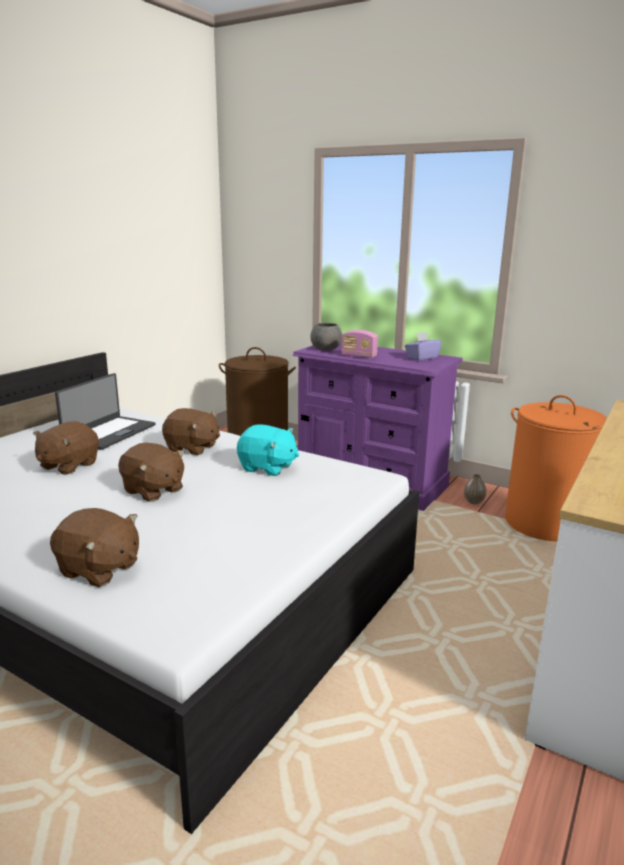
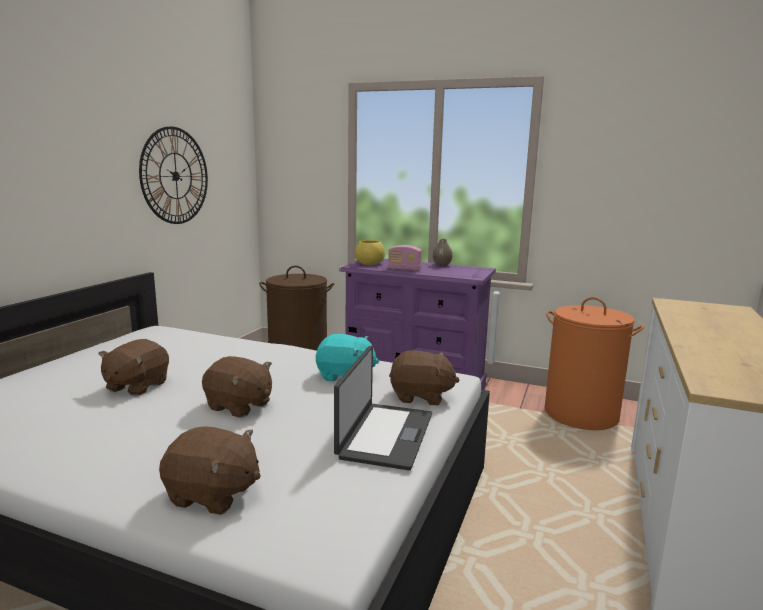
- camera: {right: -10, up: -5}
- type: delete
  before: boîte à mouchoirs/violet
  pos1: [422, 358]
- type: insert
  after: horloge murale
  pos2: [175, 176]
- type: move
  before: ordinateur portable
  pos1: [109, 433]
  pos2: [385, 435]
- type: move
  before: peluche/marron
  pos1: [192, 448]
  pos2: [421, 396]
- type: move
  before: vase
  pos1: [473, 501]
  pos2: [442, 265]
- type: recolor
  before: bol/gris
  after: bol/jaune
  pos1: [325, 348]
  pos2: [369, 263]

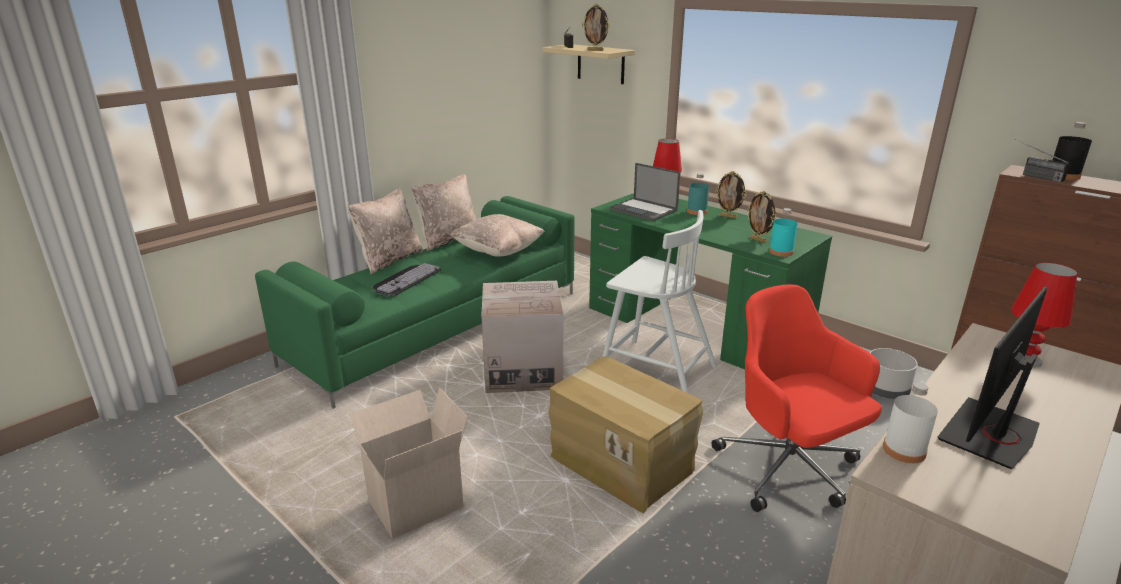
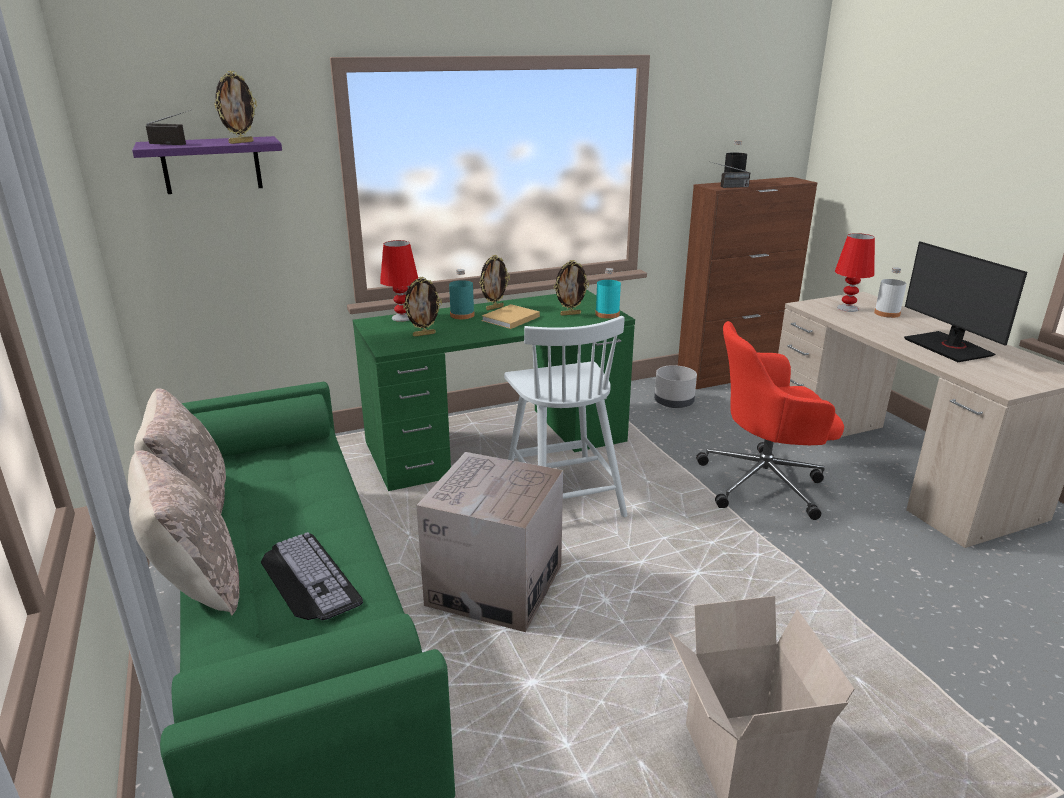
- camera: {right: -65, up: 0}
- type: delete
  before: coussin/beige
  pos1: [498, 252]
- type: delete
  before: carton
  pos1: [622, 463]
- type: insert
  after: livre/beige
  pos2: [509, 319]
- type: move
  before: bouteille/blanc
  pos1: [904, 450]
  pos2: [887, 313]
- type: replace
  before: ordinateur portable
  after: cadre photo
  pos1: [644, 210]
  pos2: [424, 334]
- type: recolor
  before: étagère/beige
  after: étagère/violet
  pos1: [600, 64]
  pos2: [211, 165]
- type: rotate
  before: chaise/blanc
  pos1: [656, 369]
  pos2: [563, 492]
  turn: 105

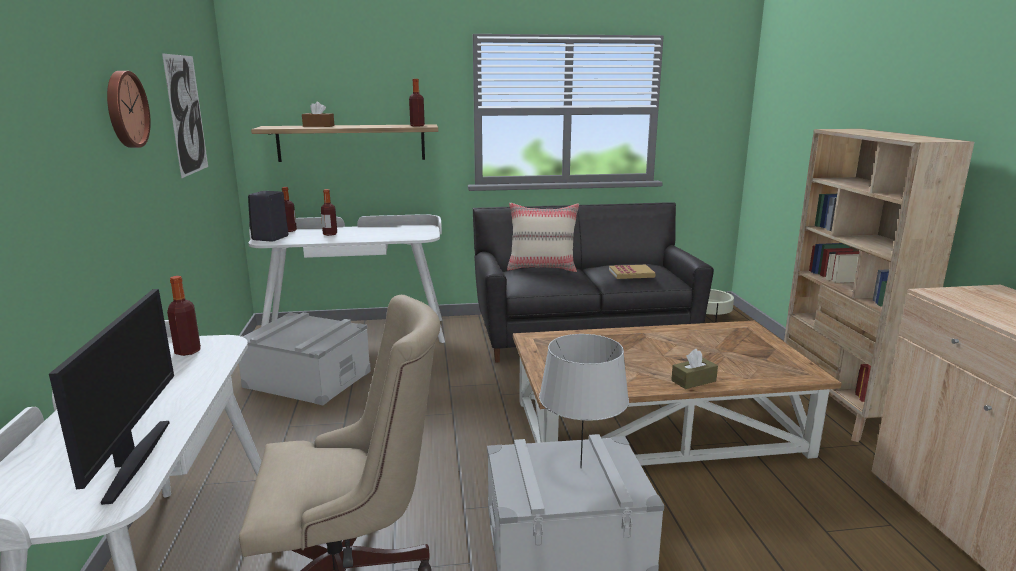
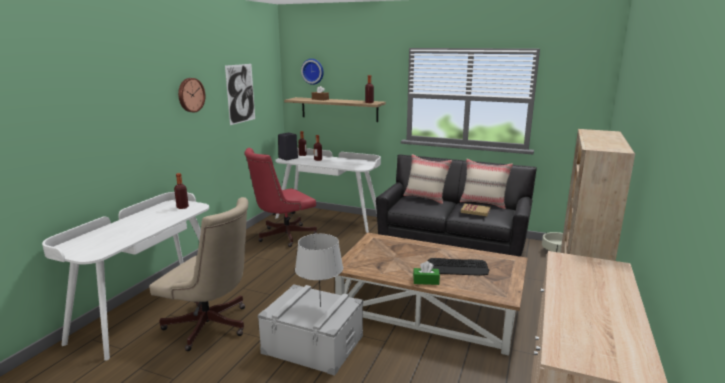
- camera: {right: 30, up: 0}
- type: delete
  before: écran d'ordinateur
  pos1: [133, 459]
- type: insert
  after: horloge murale
  pos2: [313, 71]
- type: insert
  after: clavier
  pos2: [457, 268]
- type: insert
  after: coussin/beige
  pos2: [484, 203]
- type: replace
  before: boîte de rangement/gris
  after: chaise de bureau/rouge
  pos1: [307, 379]
  pos2: [282, 236]
- type: recolor
  before: boîte à mouchoirs/marron
  after: boîte à mouchoirs/vert
  pos1: [693, 381]
  pos2: [426, 281]

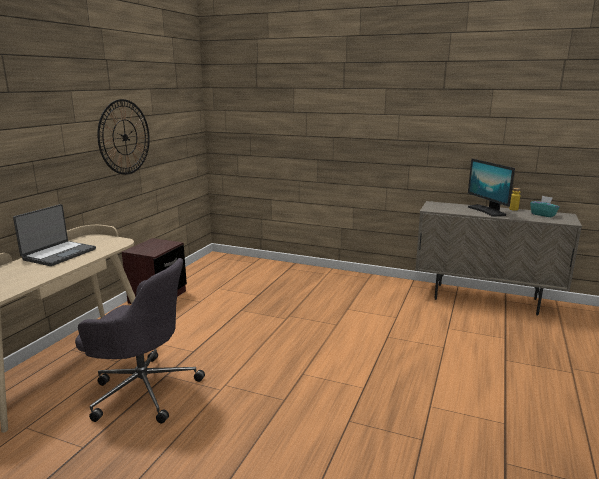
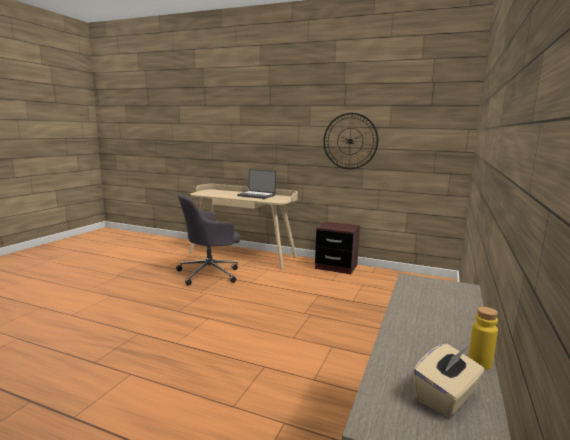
- camera: {right: 90, up: -5}
- type: delete
  before: écran d'ordinateur
  pos1: [487, 211]
- type: recolor
  before: boîte à mouchoirs/turquoise
  after: boîte à mouchoirs/beige
  pos1: [543, 214]
  pos2: [446, 397]
- type: rotate
  before: chaise de bureau/gris
  pos1: [143, 389]
  pos2: [210, 273]
  turn: 45

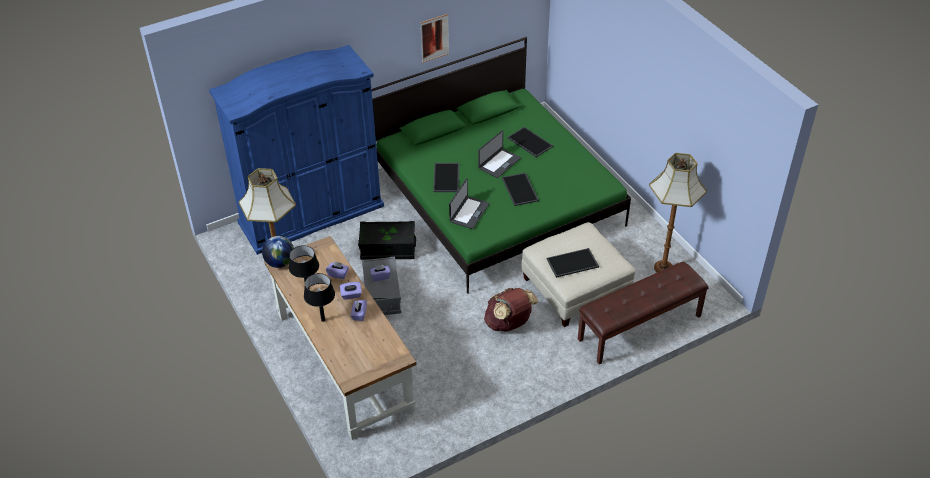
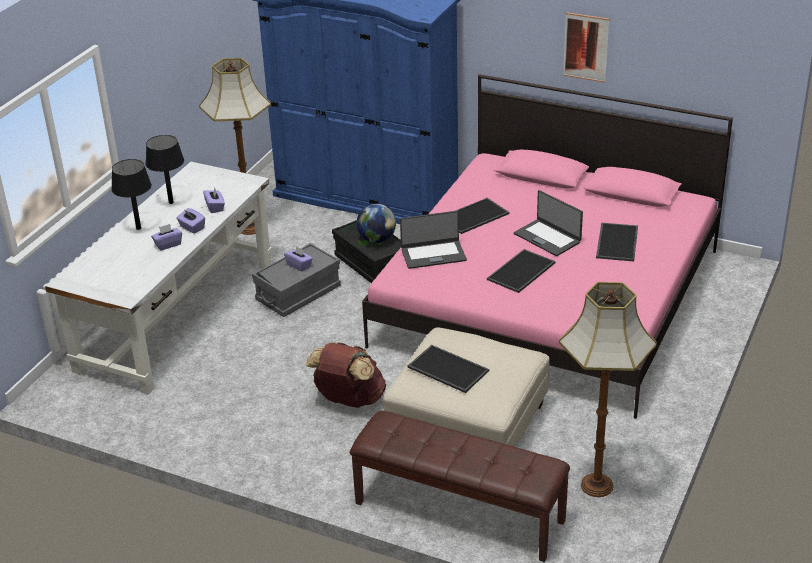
- camera: {right: 55, up: -10}
- type: move
  before: globe
  pos1: [280, 263]
  pos2: [377, 240]
- type: recolor
  before: bureau/marron
  after: bureau/blanc
  pos1: [343, 361]
  pos2: [177, 314]
- type: recolor
  before: lit/vert
  after: lit/rose
  pos1: [497, 198]
  pos2: [548, 297]
- type: rotate
  before: ordinateur portable
  pos1: [499, 163]
  pos2: [548, 238]
  turn: 45

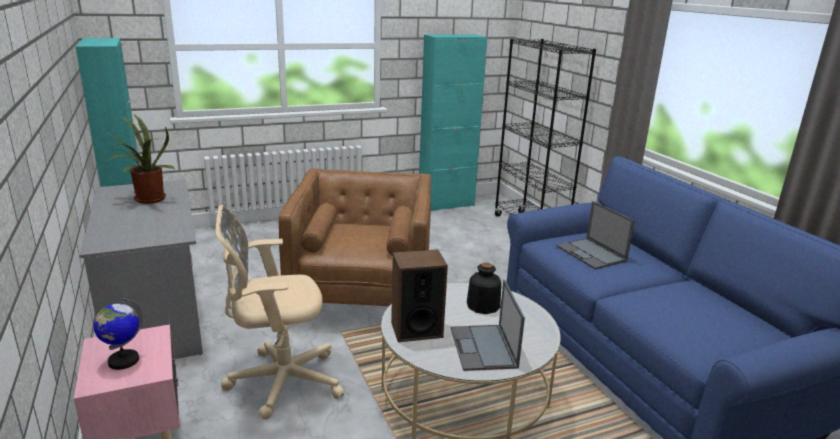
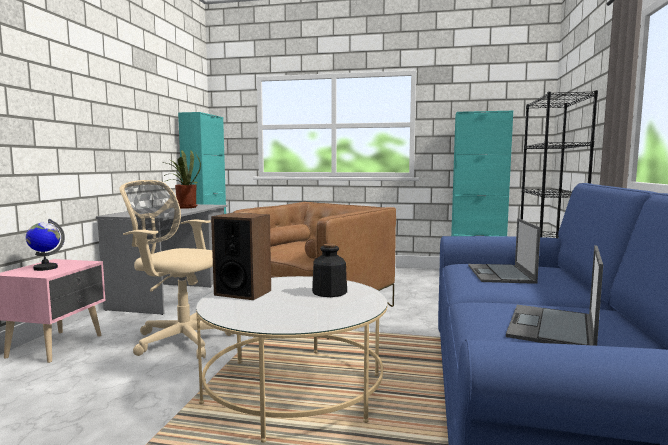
- camera: {right: 35, up: -15}
- type: move
  before: ordinateur portable
  pos1: [483, 348]
  pos2: [552, 327]

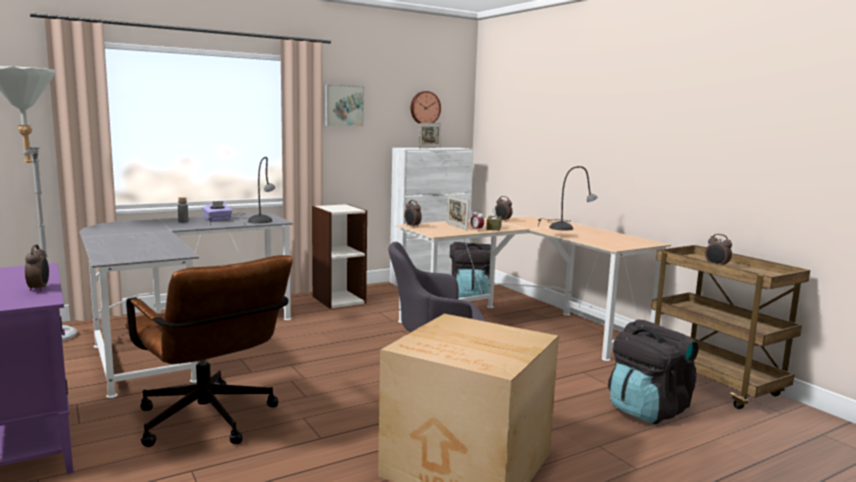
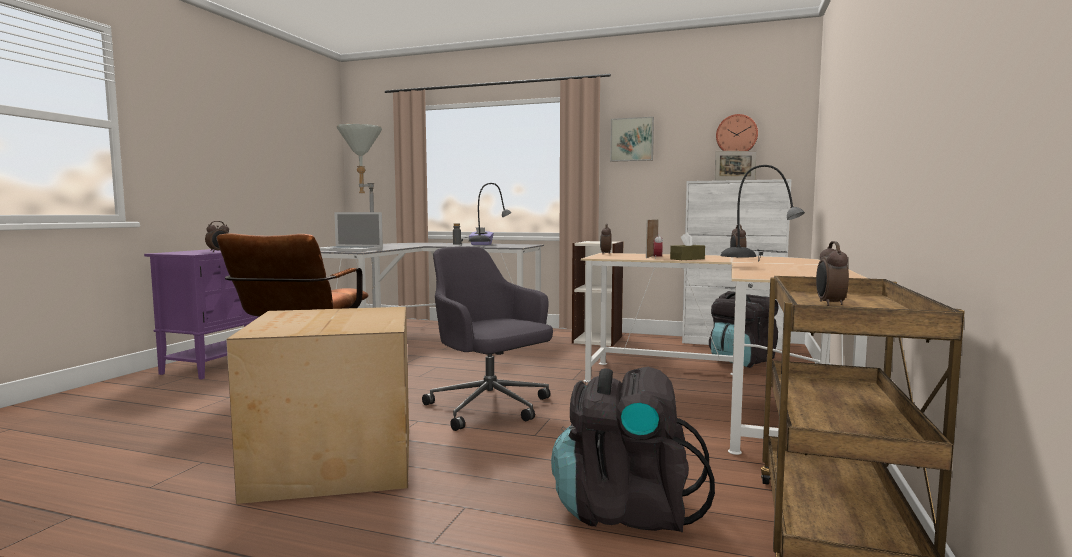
- camera: {right: 50, up: -5}
- type: insert
  after: ordinateur portable
  pos2: [349, 249]

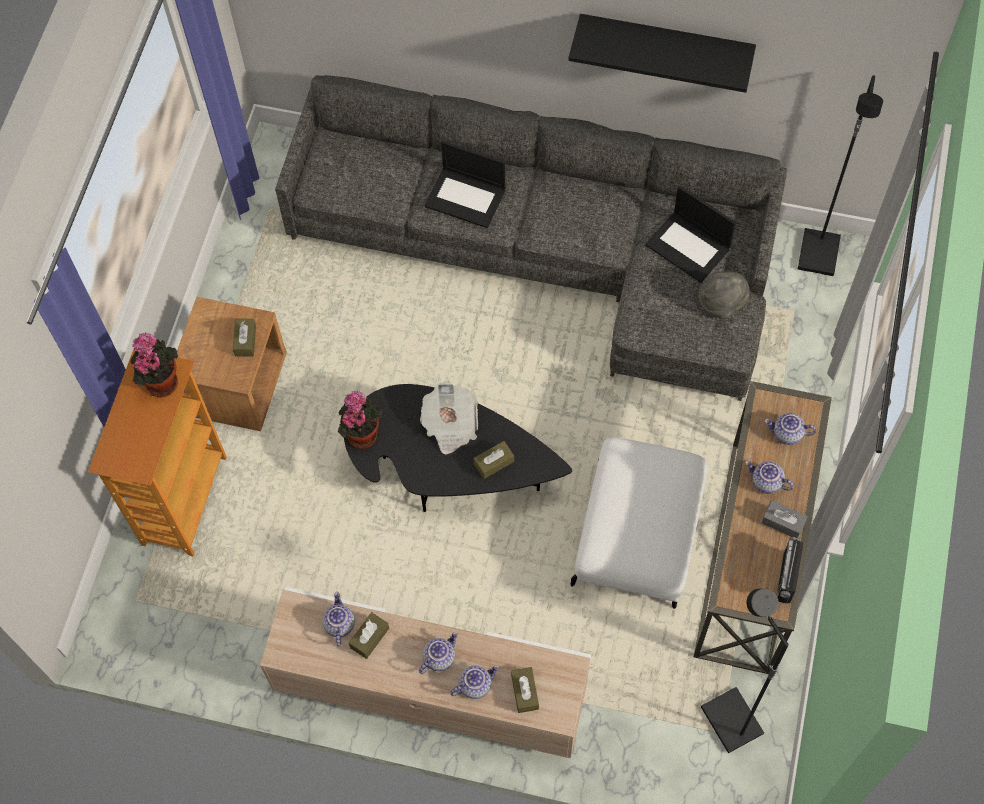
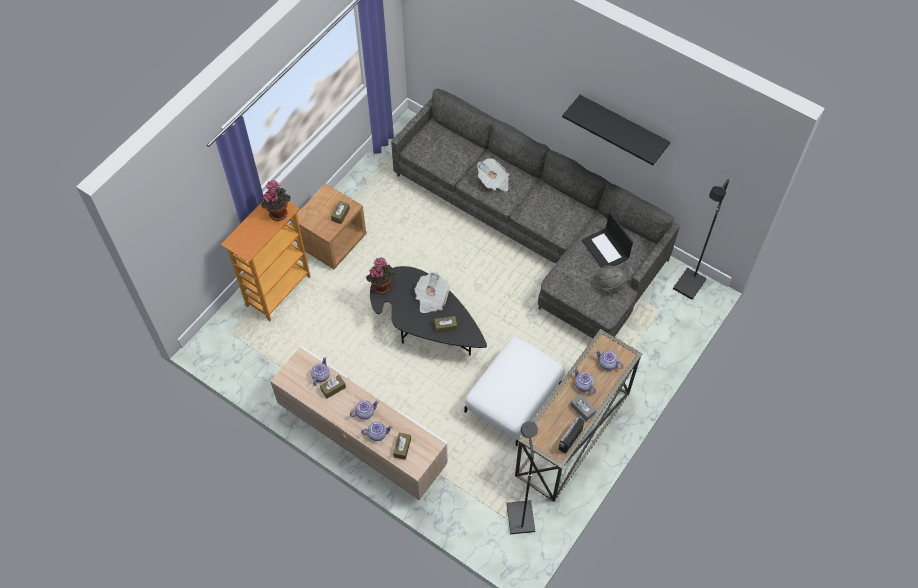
- camera: {right: 20, up: -5}
- type: replace
  before: ordinateur portable
  after: journal
  pos1: [466, 197]
  pos2: [493, 181]

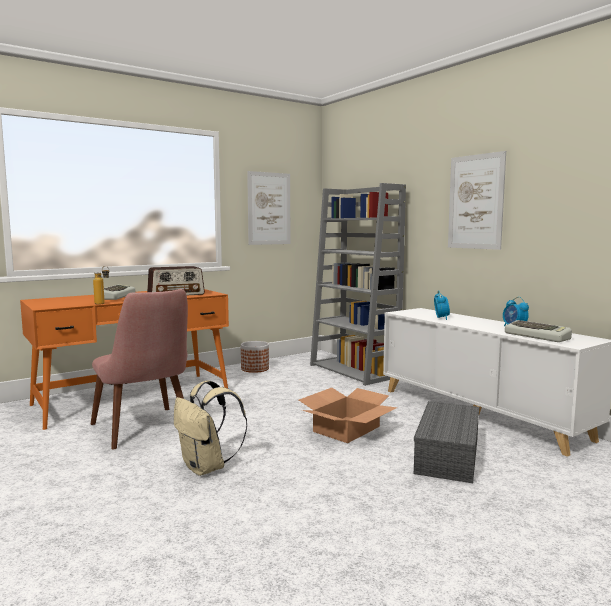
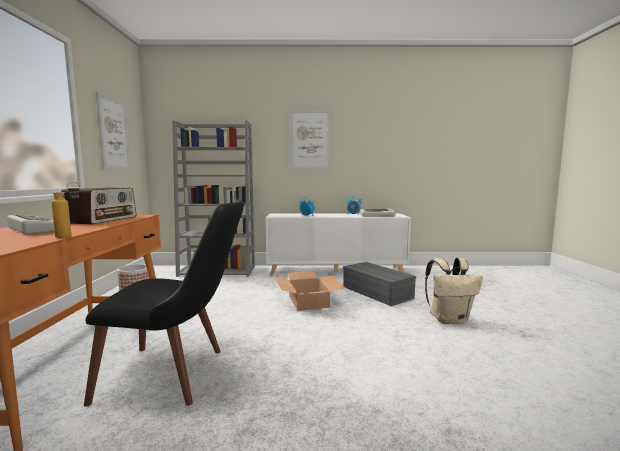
- camera: {right: -55, up: 0}
- type: move
  before: sac à dos/beige
  pos1: [206, 468]
  pos2: [449, 319]
- type: recolor
  before: chaise/rose
  after: chaise/noir
  pos1: [146, 431]
  pos2: [178, 373]

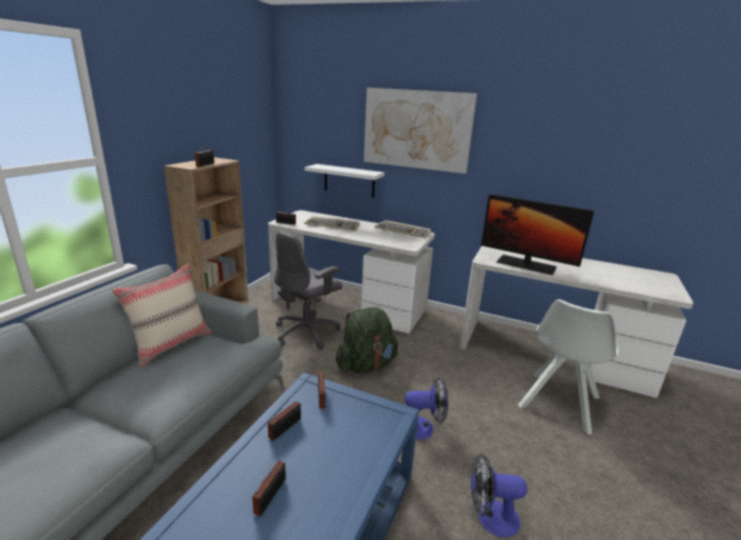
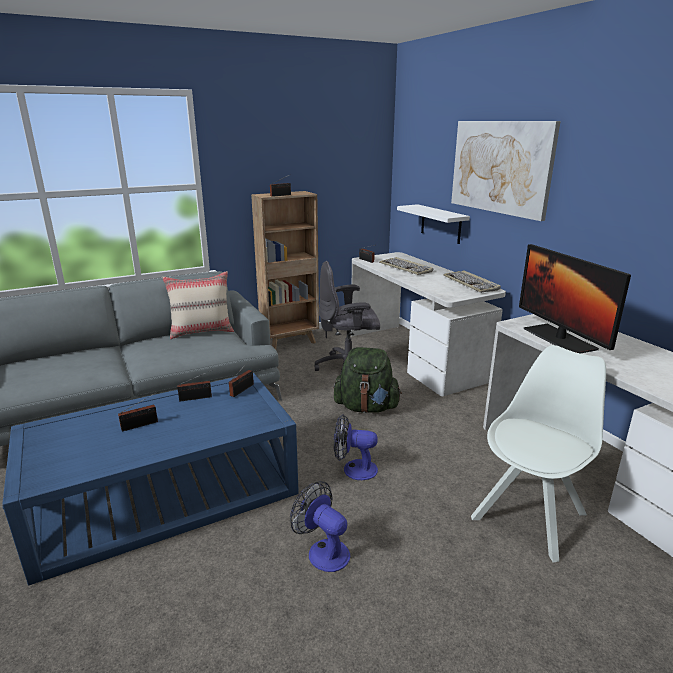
- camera: {right: 40, up: 0}
- type: rotate
  before: ventilateur
  pos1: [423, 428]
  pos2: [354, 469]
  turn: 150
- type: rotate
  before: chaise/blanc
  pos1: [558, 403]
  pos2: [530, 514]
  turn: 150

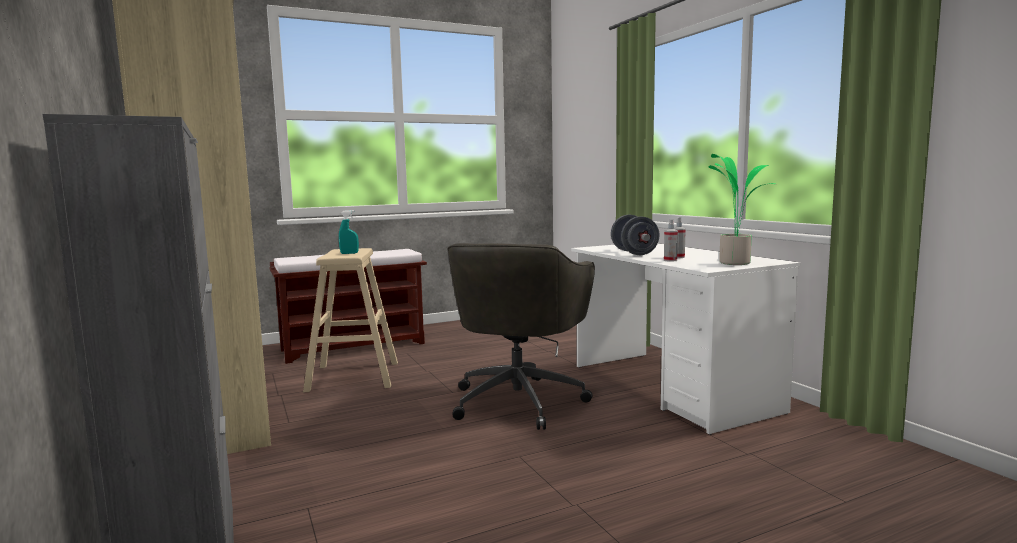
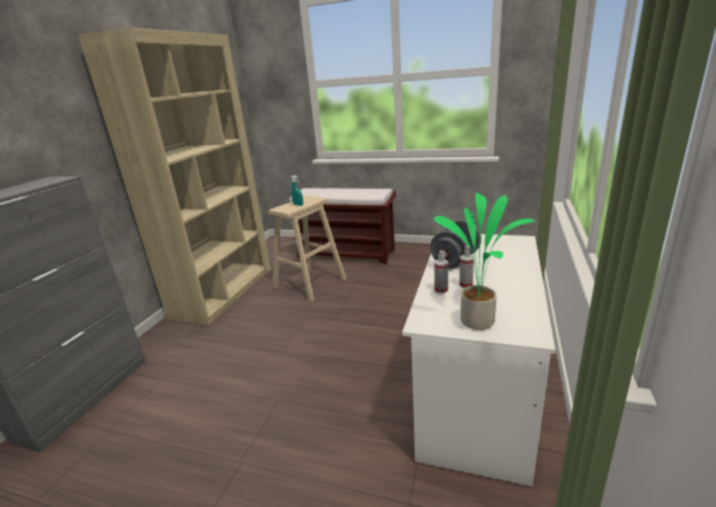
- camera: {right: 45, up: 15}
- type: delete
  before: chaise de bureau/gris
  pos1: [519, 400]

